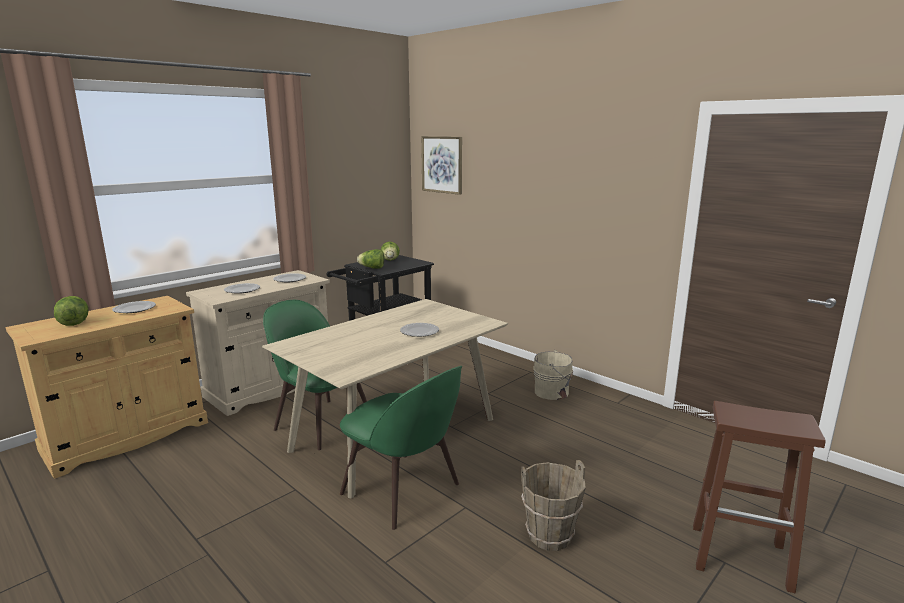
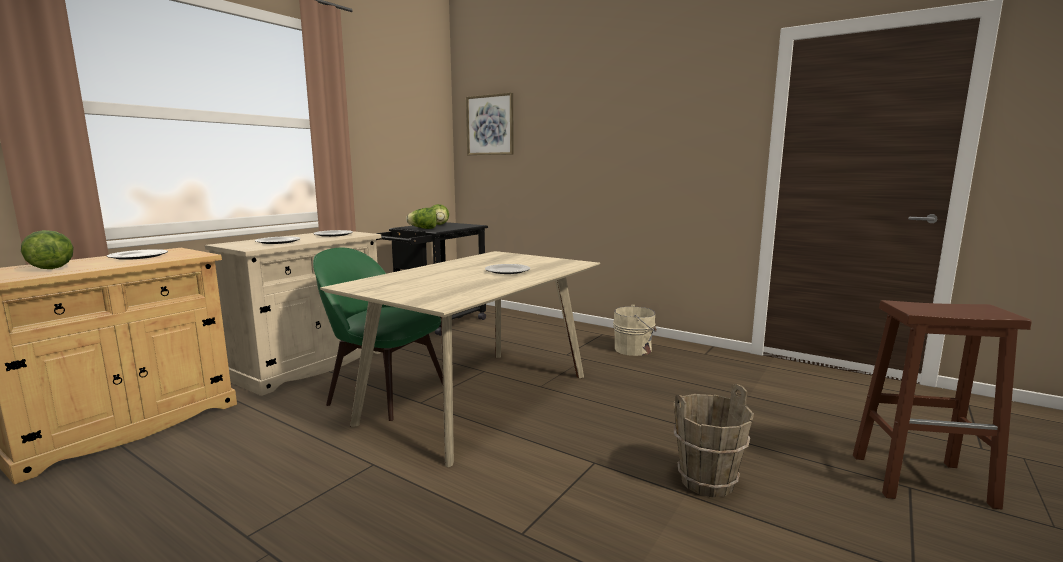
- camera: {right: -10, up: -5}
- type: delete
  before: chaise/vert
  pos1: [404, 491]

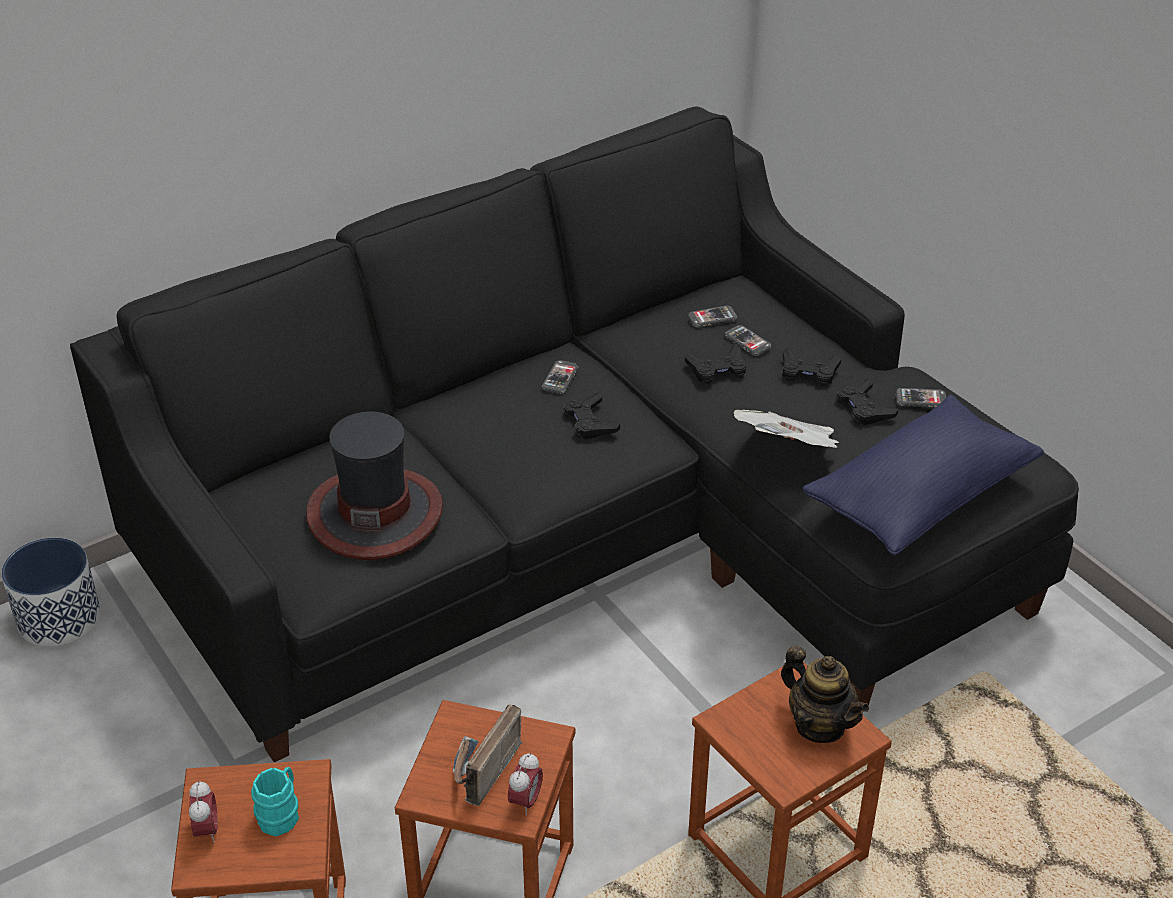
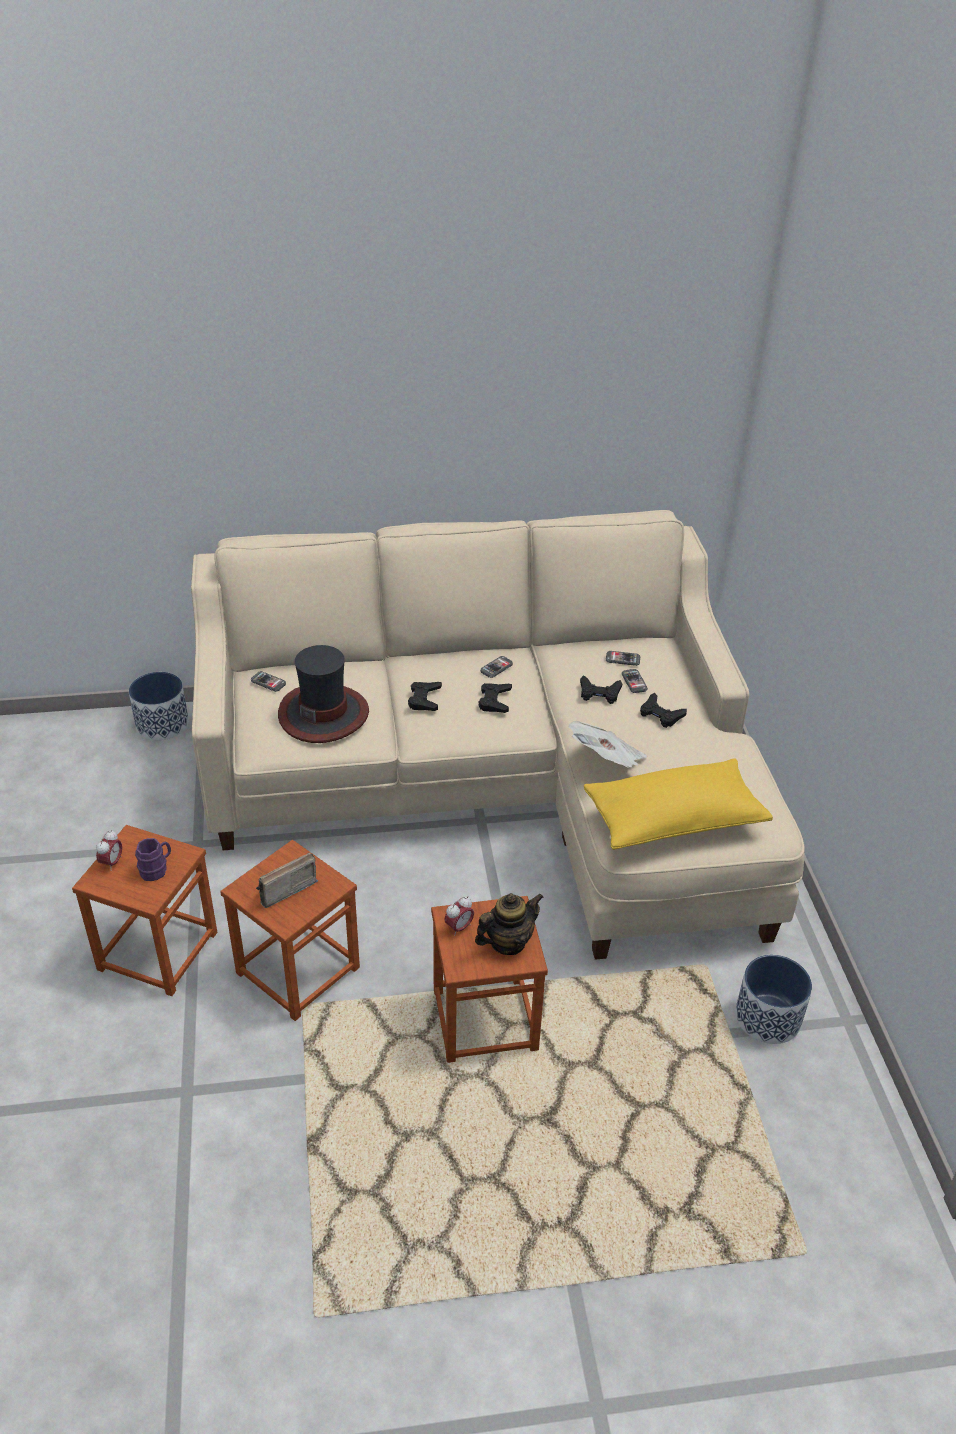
- camera: {right: 25, up: 0}
- type: insert
  after: cache-pot
  pos2: [768, 1018]
- type: move
  before: réveil
  pos1: [525, 801]
  pos2: [459, 928]
- type: move
  before: manette/noir
  pos1: [864, 408]
  pos2: [424, 699]
- type: move
  before: téléphone
  pos1: [921, 399]
  pos2: [268, 682]
- type: recolor
  before: canapé/noir
  after: canapé/beige
  pos1: [590, 539]
  pos2: [500, 784]
- type: recolor
  before: mug/turquoise
  after: mug/violet
  pos1: [281, 813]
  pos2: [157, 869]
- type: recolor
  before: coussin/bleu
  after: coussin/jaune
  pos1: [920, 496]
  pos2: [673, 820]
- type: rotate
  before: théière
  pos1: [819, 725]
  pos2: [507, 942]
  turn: -105

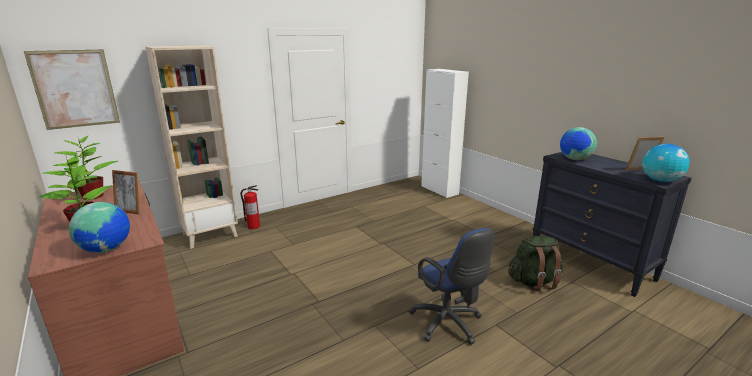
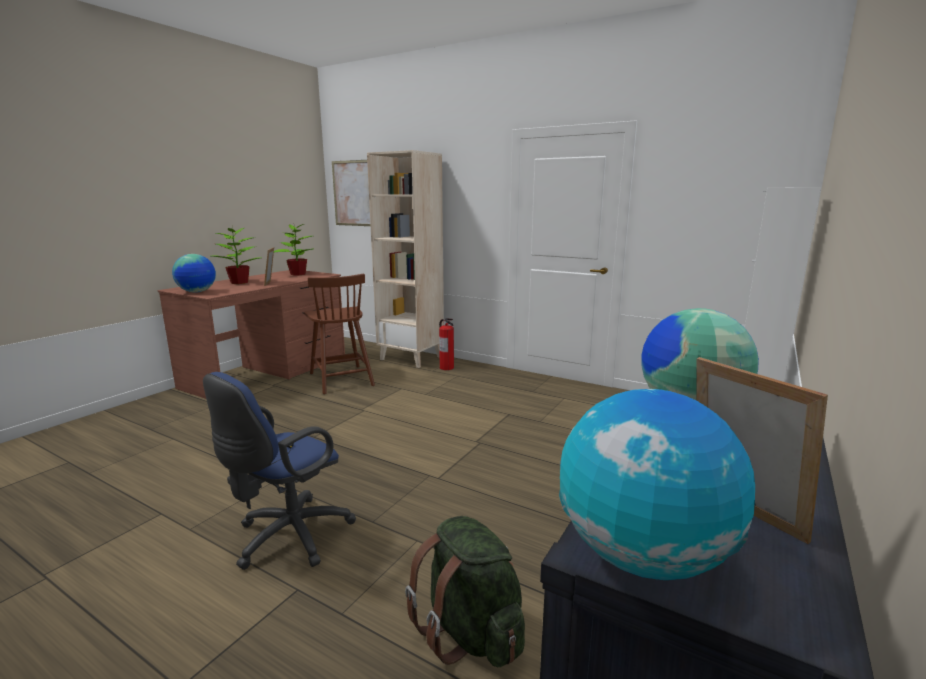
- camera: {right: 65, up: -5}
- type: insert
  after: chaise/marron
  pos2: [341, 379]

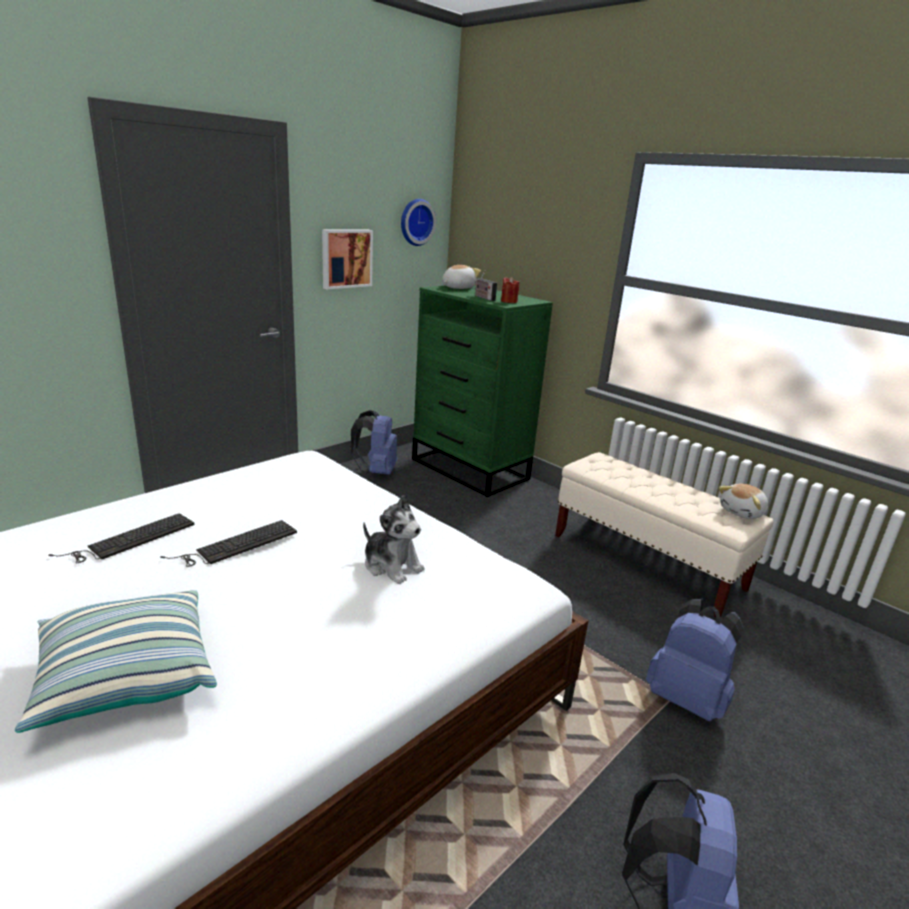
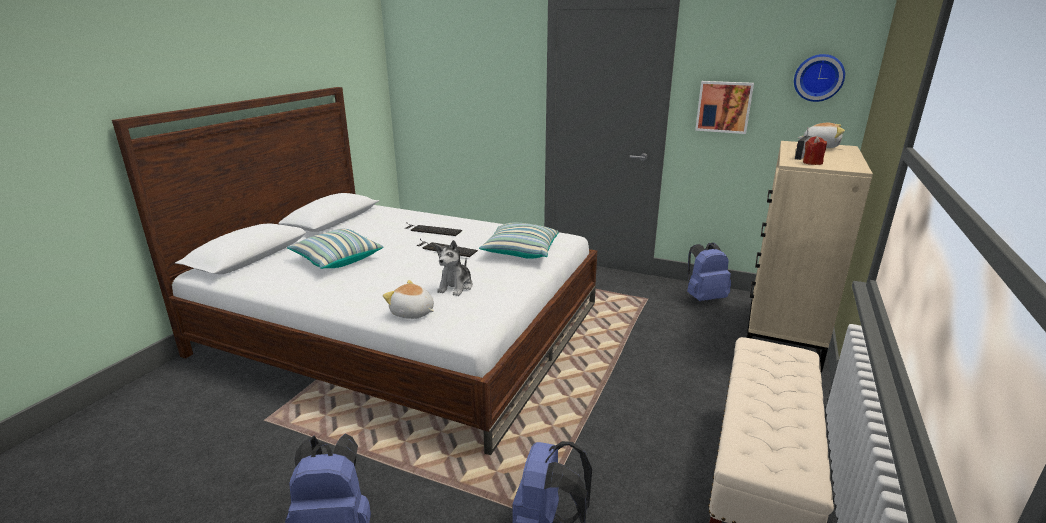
- camera: {right: 70, up: 0}
- type: insert
  after: coussin
  pos2: [520, 252]
- type: move
  before: peluche
  pos1: [743, 512]
  pos2: [412, 313]
- type: recolor
  before: commode/vert
  after: commode/beige
  pos1: [470, 469]
  pos2: [782, 336]

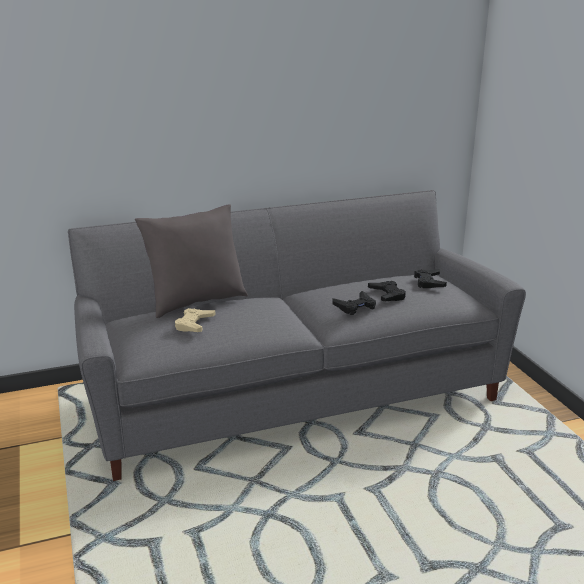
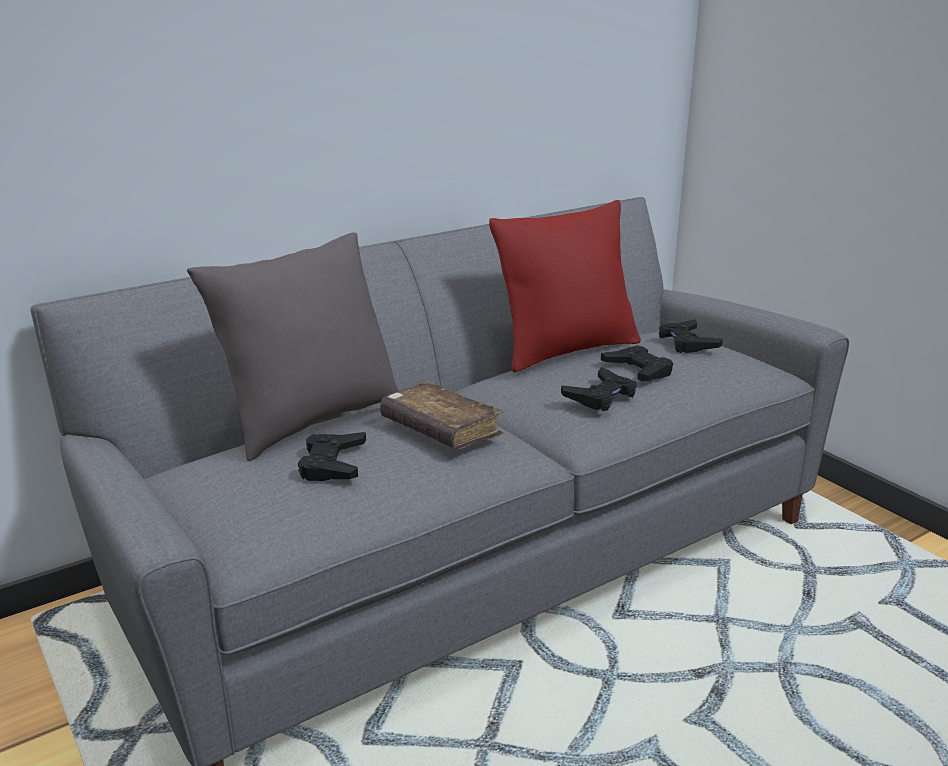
- camera: {right: -15, up: 0}
- type: insert
  after: livre/marron
  pos2: [441, 430]
- type: insert
  after: coussin/rouge
  pos2: [566, 350]
- type: recolor
  before: manette/beige
  after: manette/noir
  pos1: [194, 324]
  pos2: [332, 464]

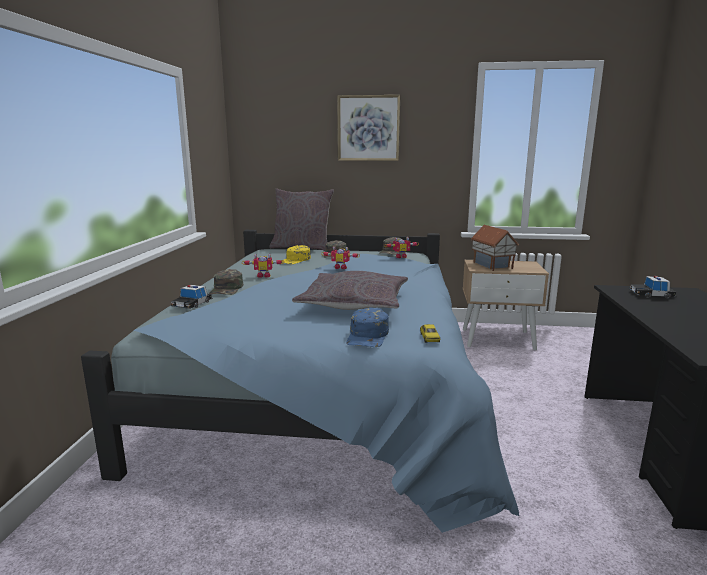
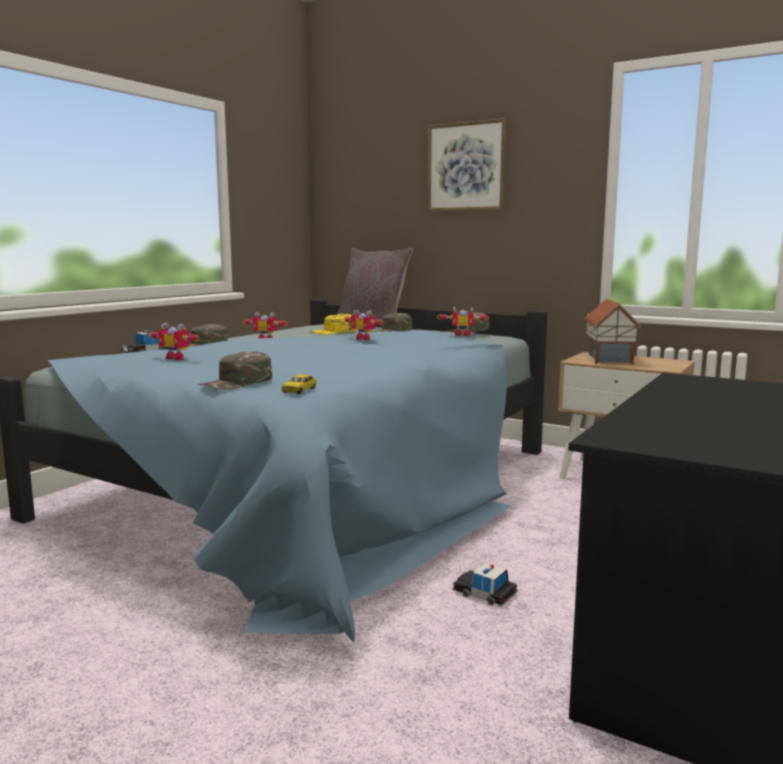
- camera: {right: 25, up: -5}
- type: delete
  before: coussin/gris
  pos1: [354, 303]
- type: insert
  after: robot jouet
  pos2: [177, 358]
- type: move
  before: petite voiture
  pos1: [651, 294]
  pos2: [484, 593]
- type: recolor
  before: casquette/bleu
  after: casquette/vert
  pos1: [368, 336]
  pos2: [237, 383]

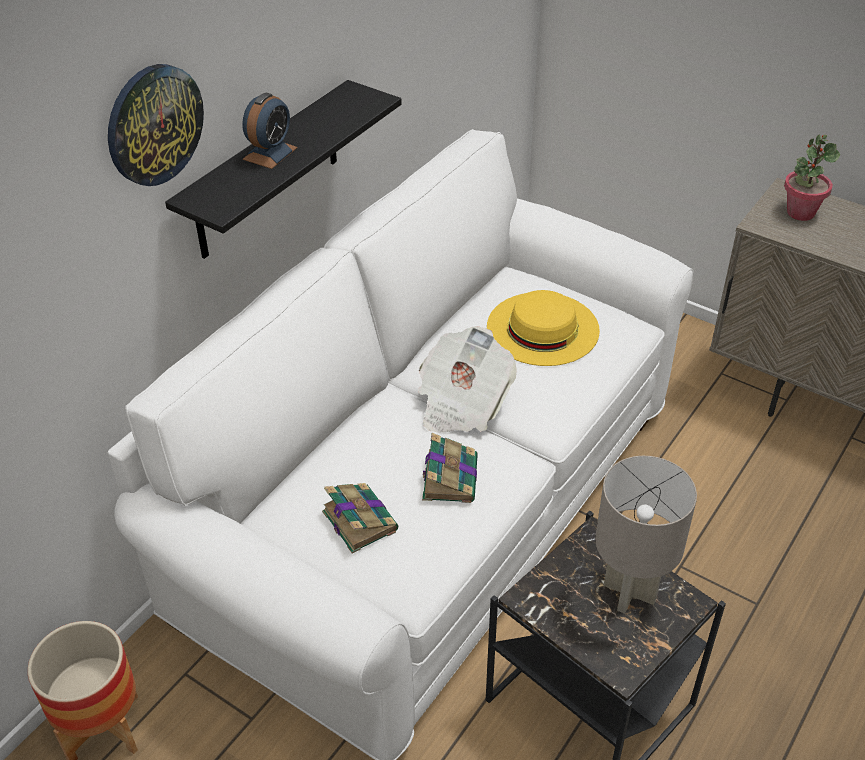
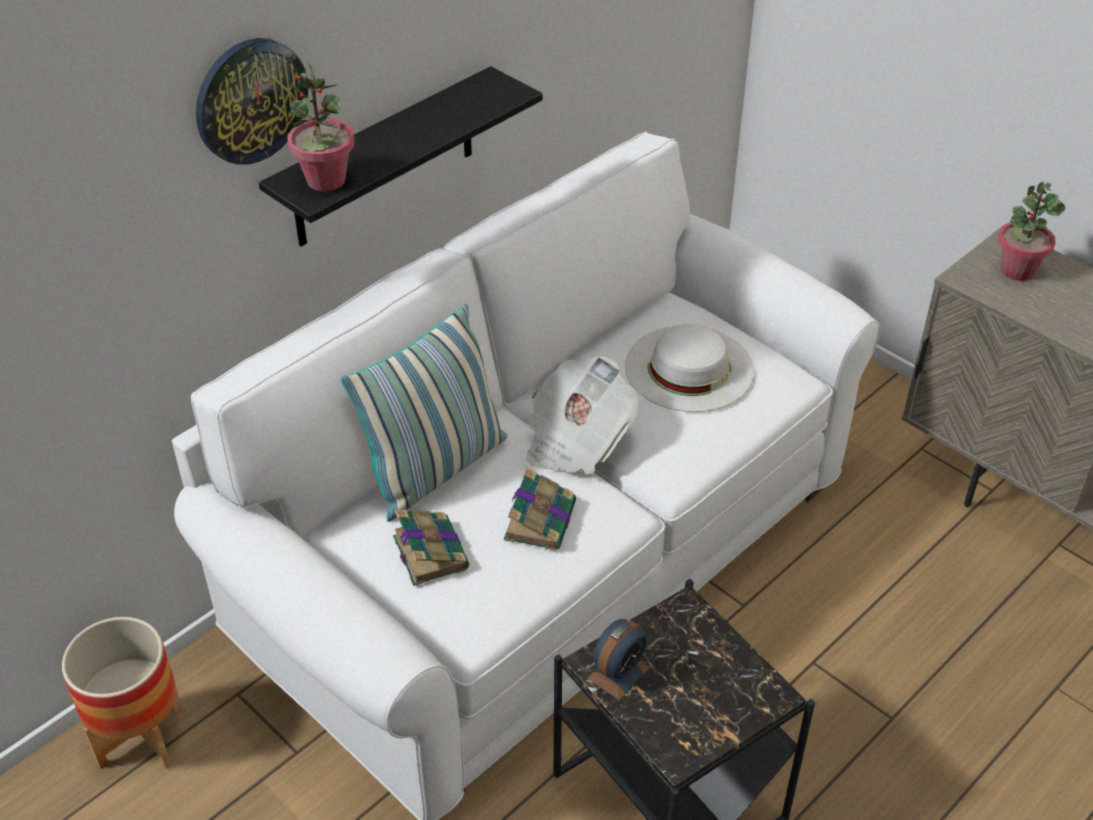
- camera: {right: 10, up: 0}
- type: delete
  before: lampe de table/gris
  pos1: [629, 591]
- type: insert
  after: plante en pot
  pos2: [326, 180]
- type: insert
  after: coussin
  pos2: [435, 469]
- type: move
  before: réveil
  pos1: [270, 153]
  pos2: [618, 673]
- type: recolor
  before: chapeau/jaune
  after: chapeau/blanc
  pos1: [543, 328]
  pos2: [689, 368]

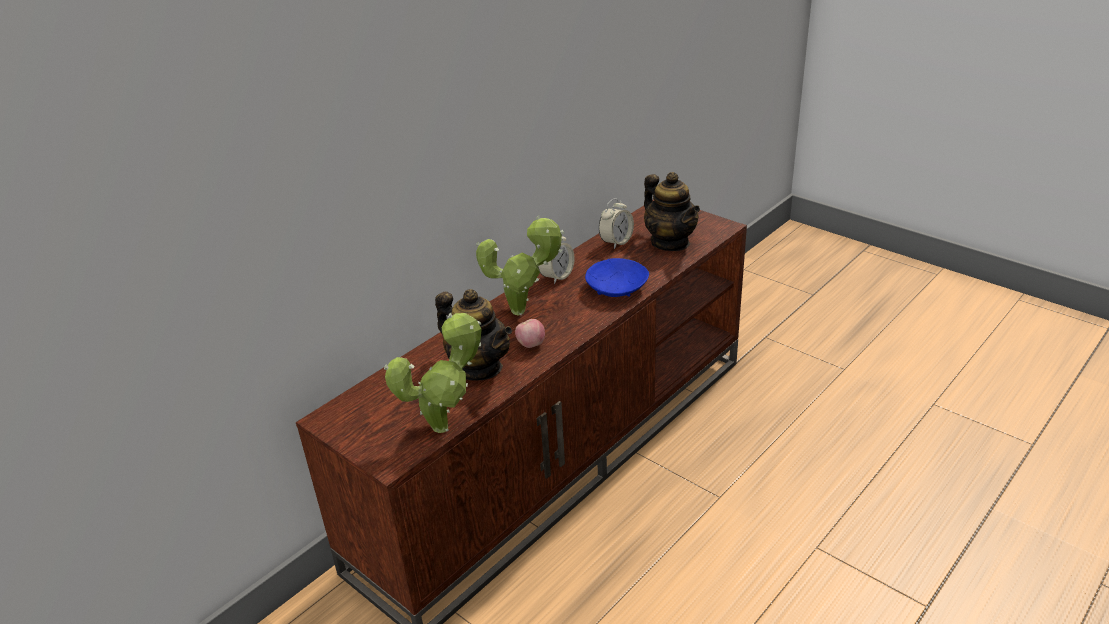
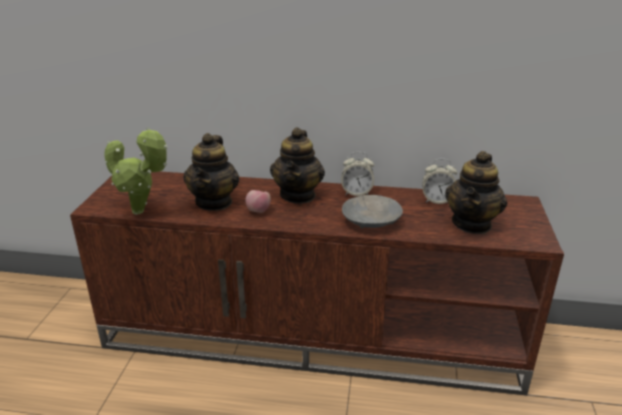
- camera: {right: 55, up: -5}
- type: replace
  before: plante en pot
  after: théière
  pos1: [523, 310]
  pos2: [298, 195]
- type: recolor
  before: bol/bleu
  after: bol/gris
  pos1: [616, 288]
  pos2: [370, 221]

